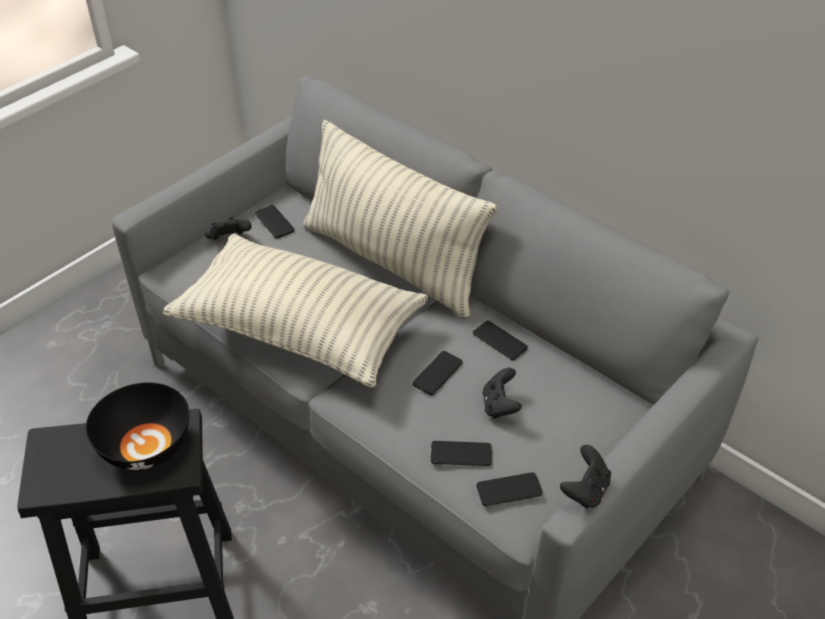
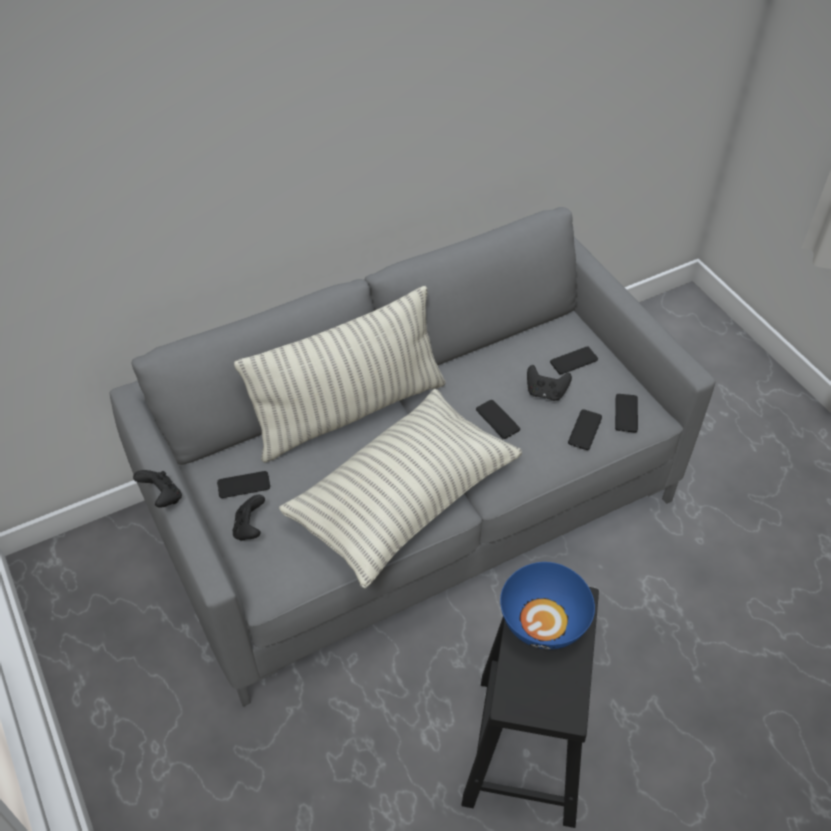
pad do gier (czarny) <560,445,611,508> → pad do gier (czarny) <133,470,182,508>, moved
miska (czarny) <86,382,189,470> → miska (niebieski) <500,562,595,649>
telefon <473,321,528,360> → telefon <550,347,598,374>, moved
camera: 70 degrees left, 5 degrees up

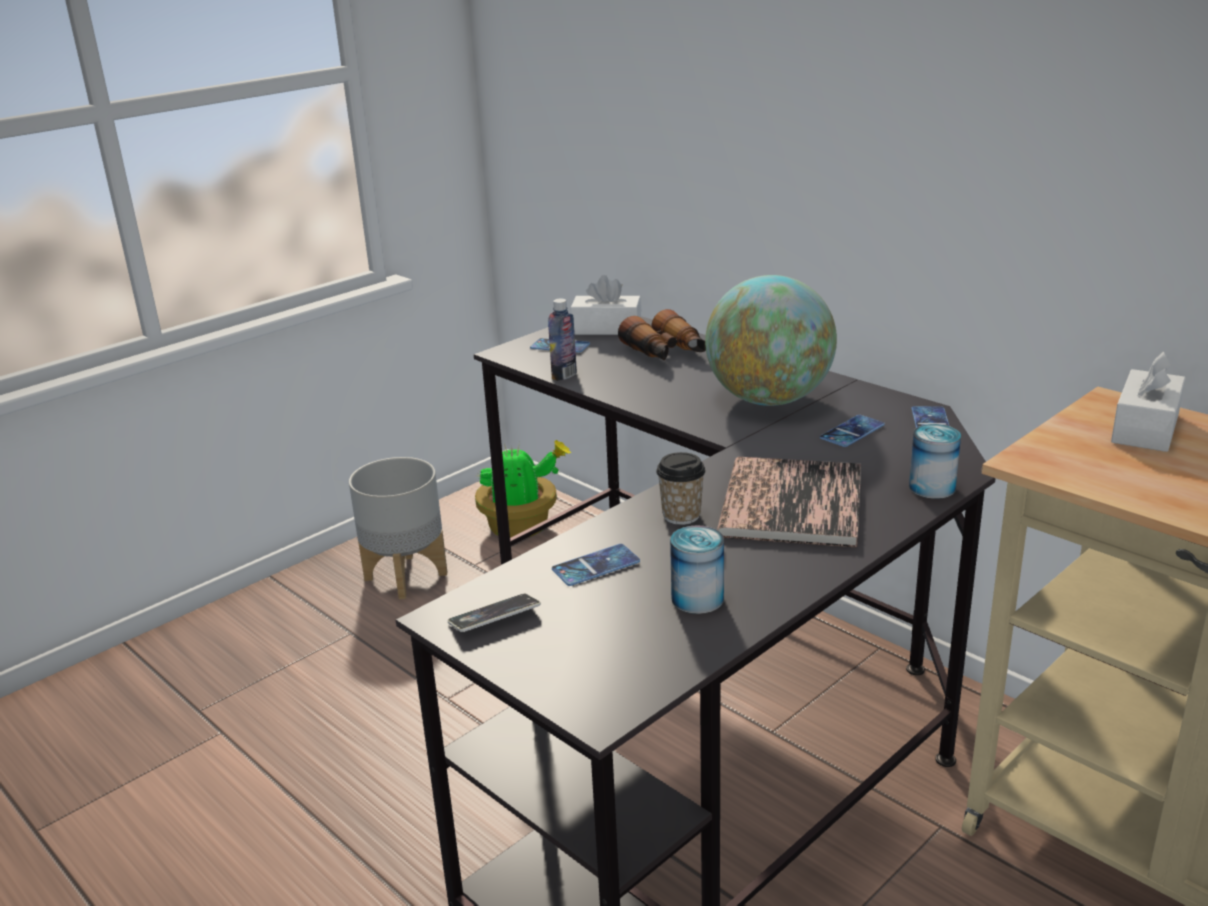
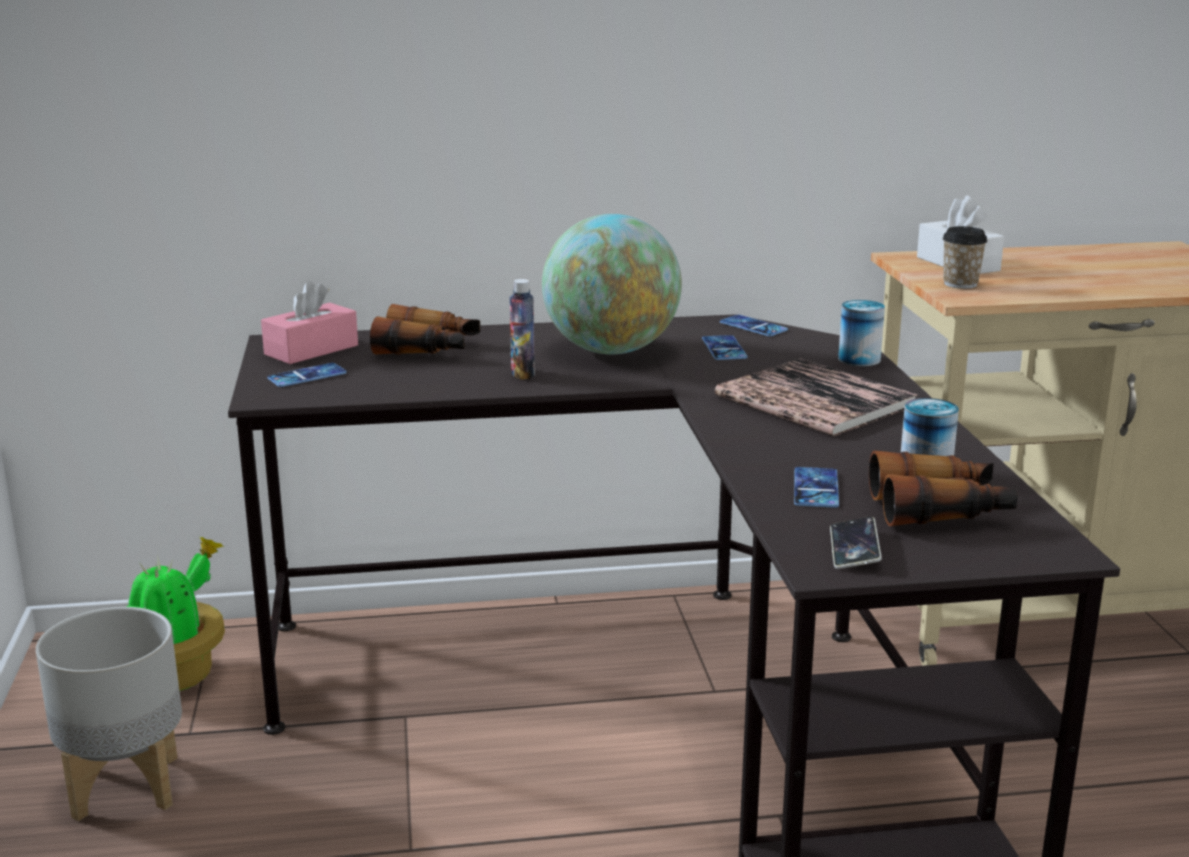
pudełko chusteczek (biały) <571,275,641,335> → pudełko chusteczek (różowy) <261,281,358,364>
butelka <548,298,577,381> → butelka <510,279,535,380>, moved
- → lornetka <869,451,1018,526>
filiżanka <656,452,706,525> → filiżanka <943,226,987,289>, moved
camera: 55 degrees left, 5 degrees down

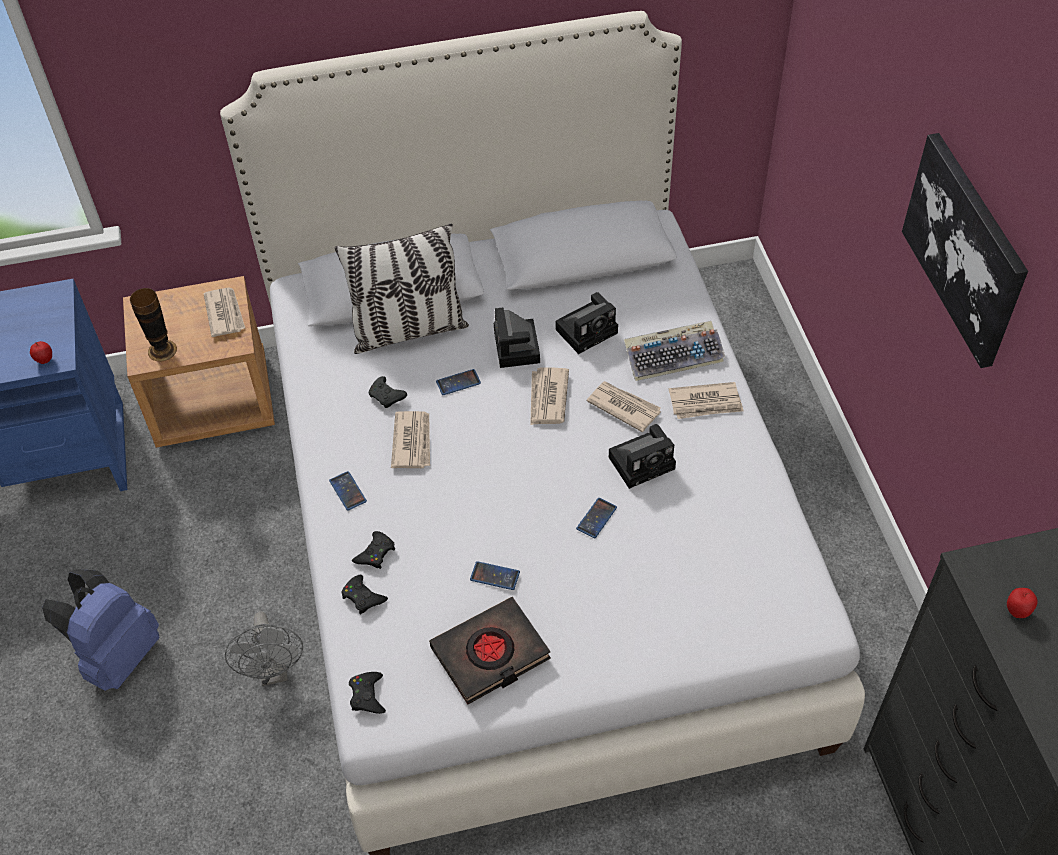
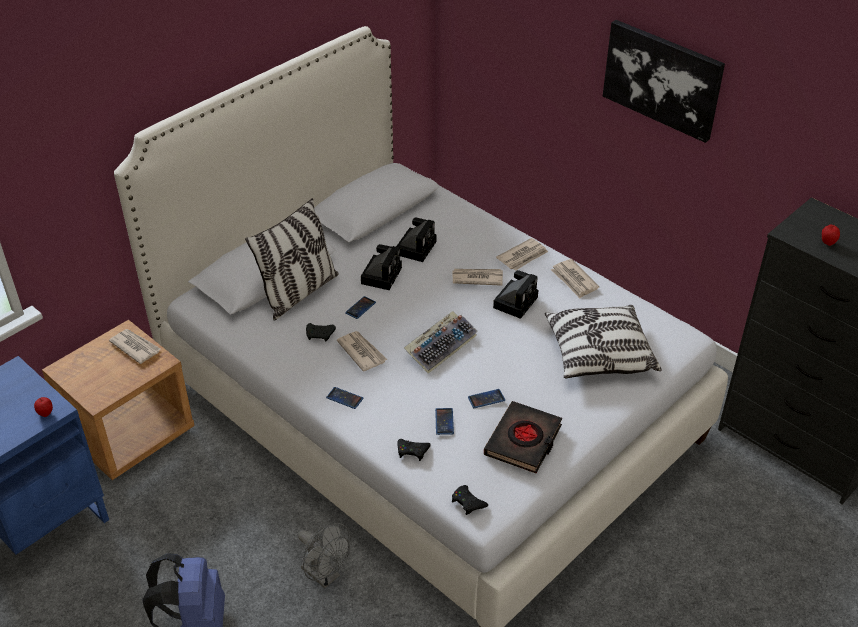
aparat fotograficzny <494,308,540,368> → aparat fotograficzny <361,244,402,290>, 120 degrees counterclockwise
klawiatura <624,321,725,381> → klawiatura <404,311,478,374>, moved
telefon <576,498,617,538> → telefon <435,408,454,435>, moved
- → poduszka <544,305,662,379>
gazeta <530,367,569,425> → gazeta <551,259,599,298>, moved
wazon <130,288,177,362> → -
pad do gier (czarny) <352,531,395,569> → -
camera: 35 degrees left, 10 degrees down

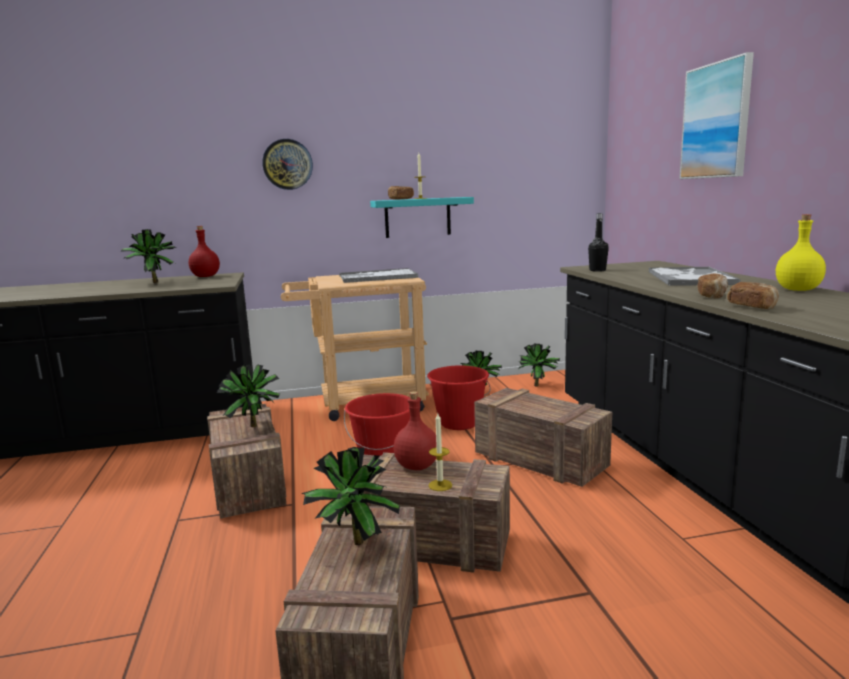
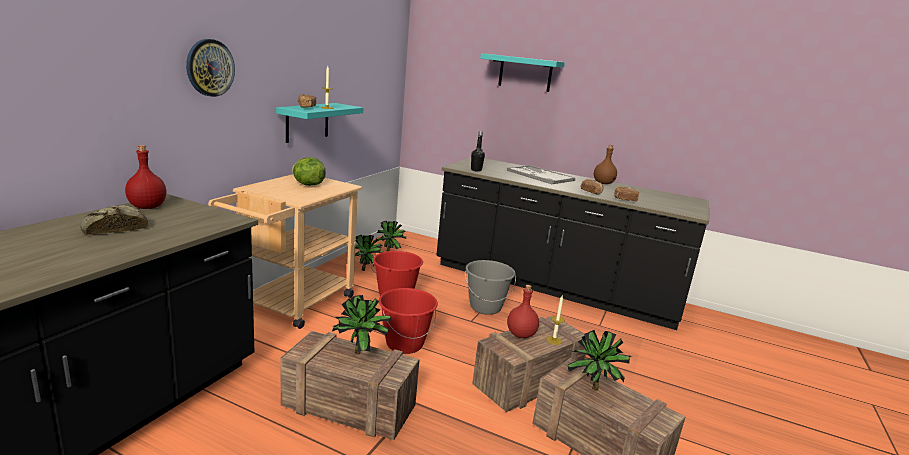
roślina doniczkowa <120,229,176,283> → chleb <81,205,148,235>
taca <339,268,419,283> → sałata <292,157,326,186>
skrzynka <474,388,612,487> → wiadro (szary) <465,260,516,315>
obraz <679,52,754,179> → półka (turkusowy) <480,53,565,92>
butelka (żółty) <776,214,826,291> → butelka (brązowy) <594,145,617,184>
camera: 55 degrees left, 5 degrees up

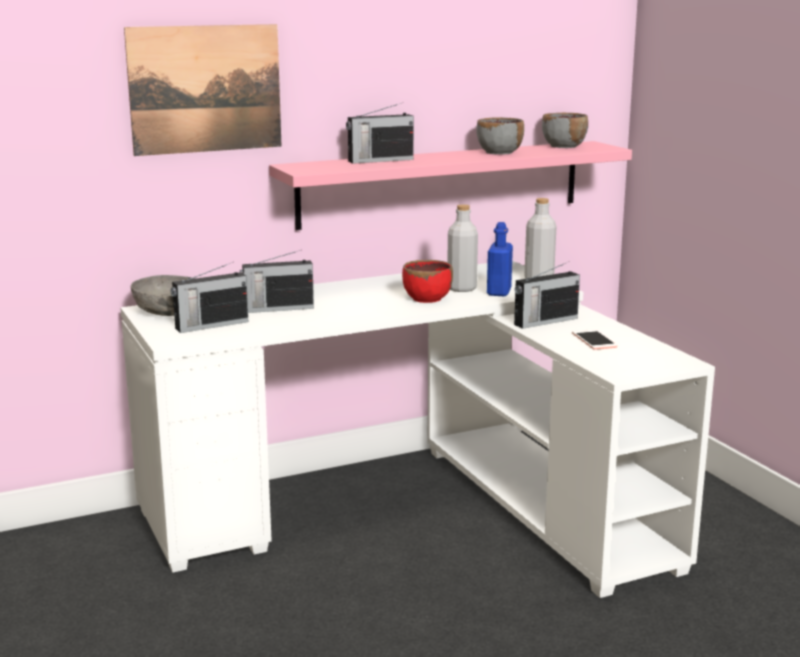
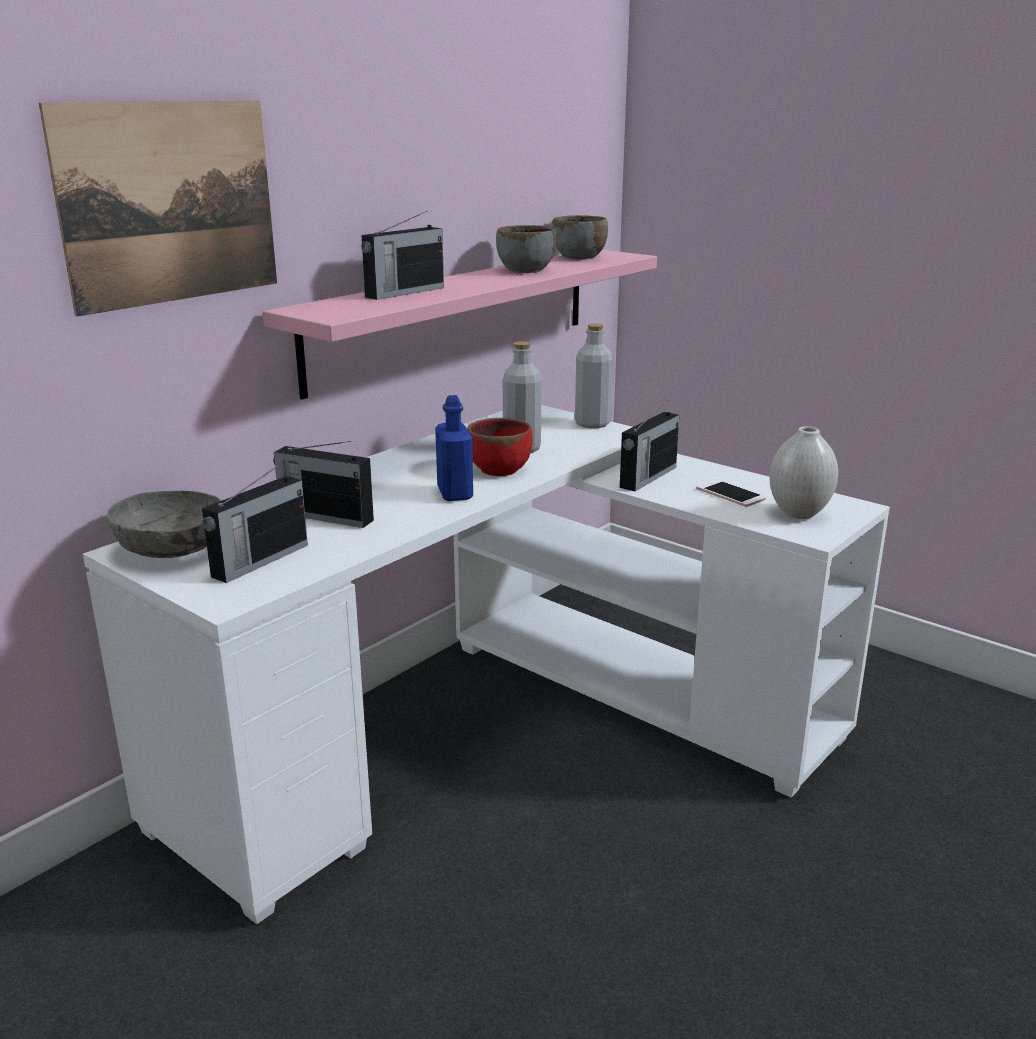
radio <240,250,314,313> → radio <273,441,374,528>, 60 degrees clockwise
butelka (niebieski) <487,222,513,296> → butelka (niebieski) <435,395,473,501>, moved
- → wazon (biały) <769,426,838,519>
camera: 25 degrees left, 5 degrees up

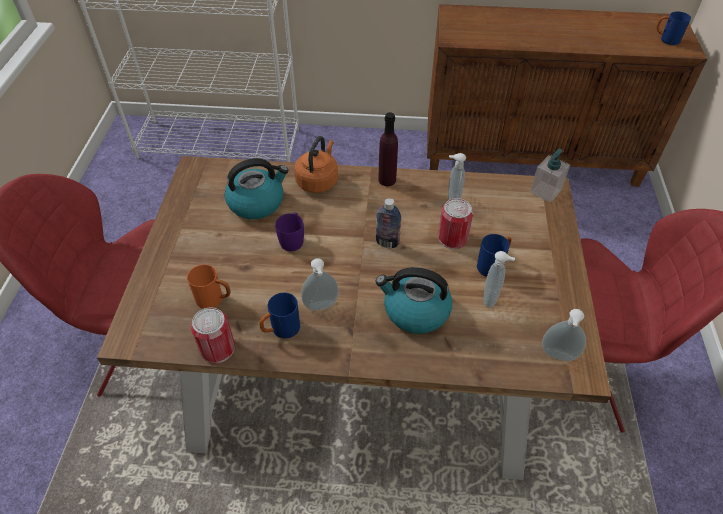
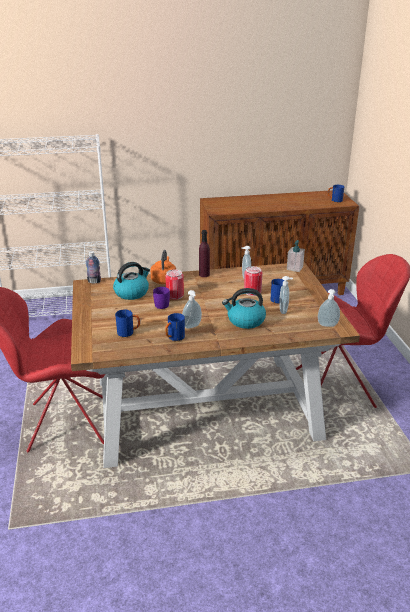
butelka <376,198,402,248> → butelka <85,251,101,283>, moved
kubek (pomarańczowy) <187,264,231,309> → kubek (niebieski) <115,309,140,337>
puszka <191,307,235,363> → puszka <165,270,184,300>, moved
camera: 15 degrees left, 20 degrees down

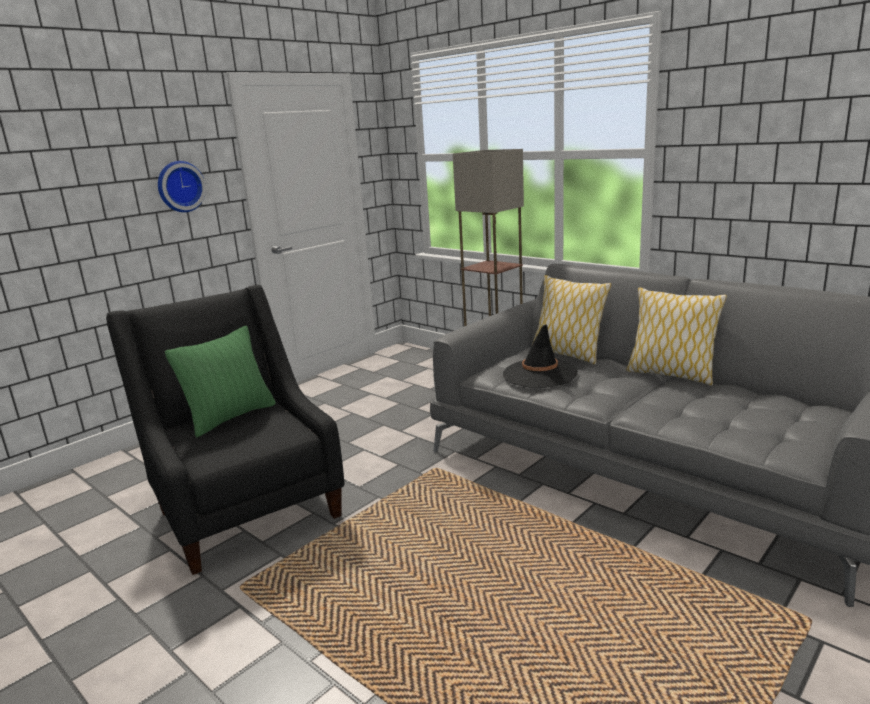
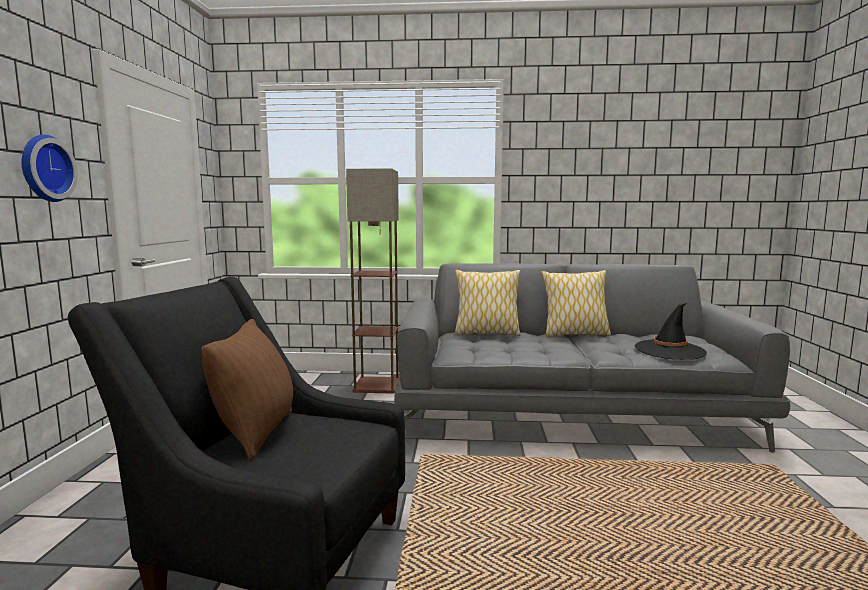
poduszka (zielony) <165,326,276,437> → poduszka (brązowy) <201,319,293,460>
kapelusz (czarny) <503,324,578,388> → kapelusz (czarny) <635,303,707,360>, moved
camera: 40 degrees left, 10 degrees down

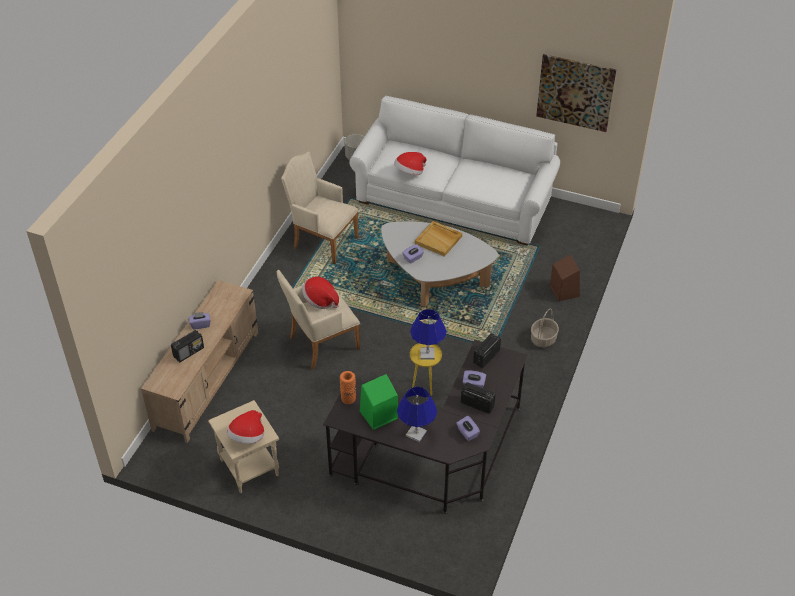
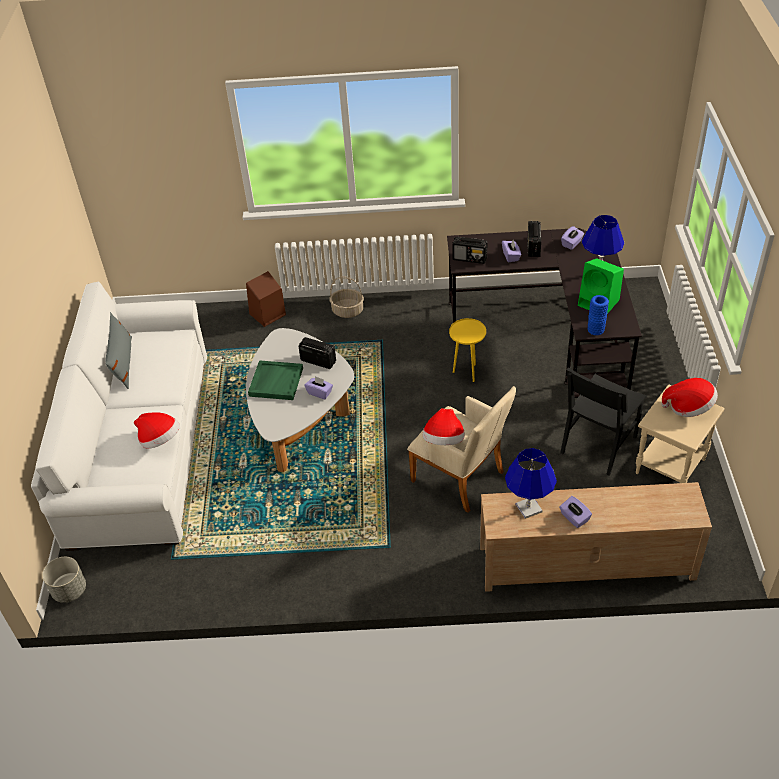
- → poduszka (szary) <105,312,132,389>
taca (beżowy) <415,221,462,257> → taca (zielony) <248,360,303,400>
radio <171,330,204,362> → radio <298,337,336,369>, moved
lampa stołowa (niebieski) <410,309,447,359> → lampa stołowa (niebieski) <505,448,557,519>, moved
- → krzesło (czarny) <560,367,647,476>
wazon (pomarańczowy) <340,371,356,404> → wazon (niebieski) <588,295,609,335>
fotel (beżowy) <281,152,359,264> → -
obraz <536,54,616,132> → -
camera: 110 degrees left, 0 degrees up

